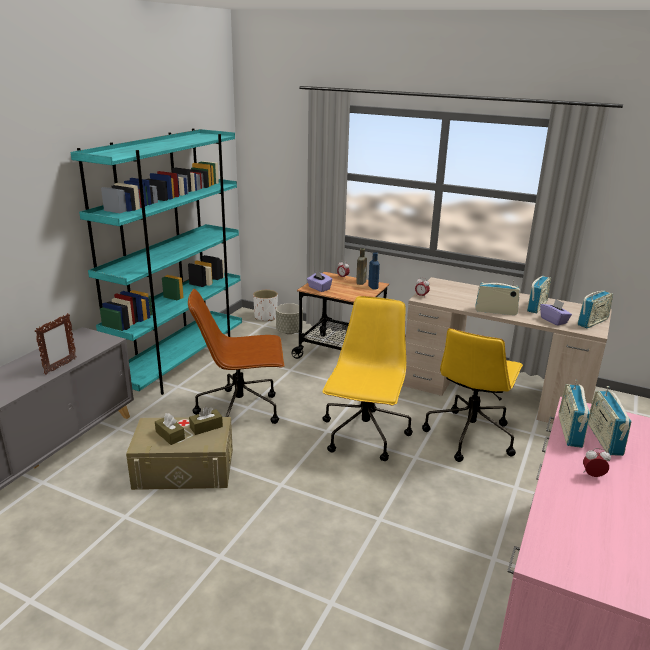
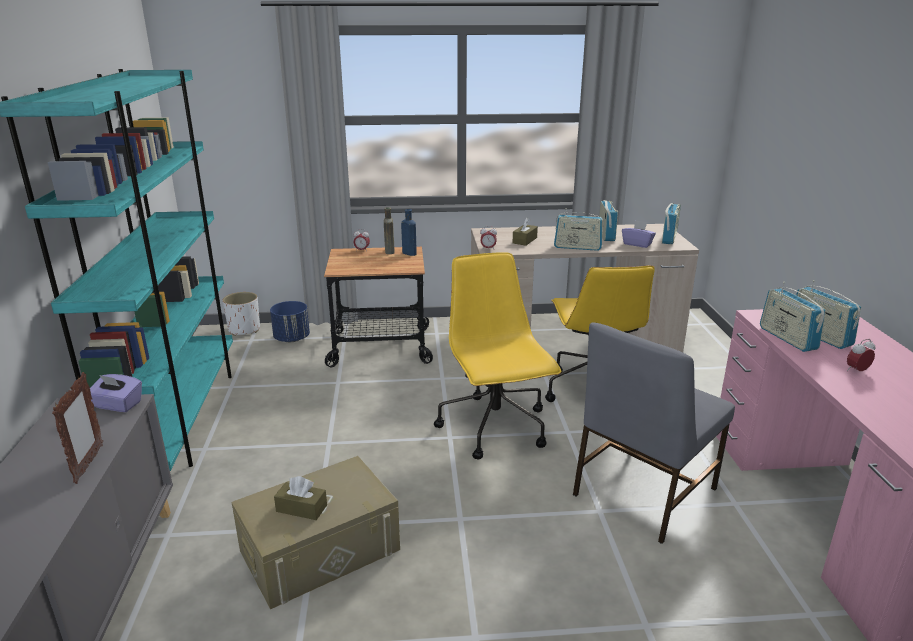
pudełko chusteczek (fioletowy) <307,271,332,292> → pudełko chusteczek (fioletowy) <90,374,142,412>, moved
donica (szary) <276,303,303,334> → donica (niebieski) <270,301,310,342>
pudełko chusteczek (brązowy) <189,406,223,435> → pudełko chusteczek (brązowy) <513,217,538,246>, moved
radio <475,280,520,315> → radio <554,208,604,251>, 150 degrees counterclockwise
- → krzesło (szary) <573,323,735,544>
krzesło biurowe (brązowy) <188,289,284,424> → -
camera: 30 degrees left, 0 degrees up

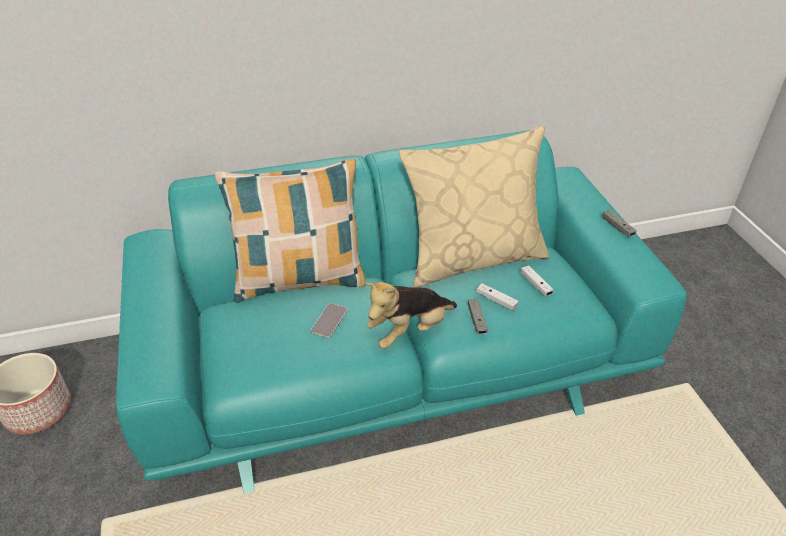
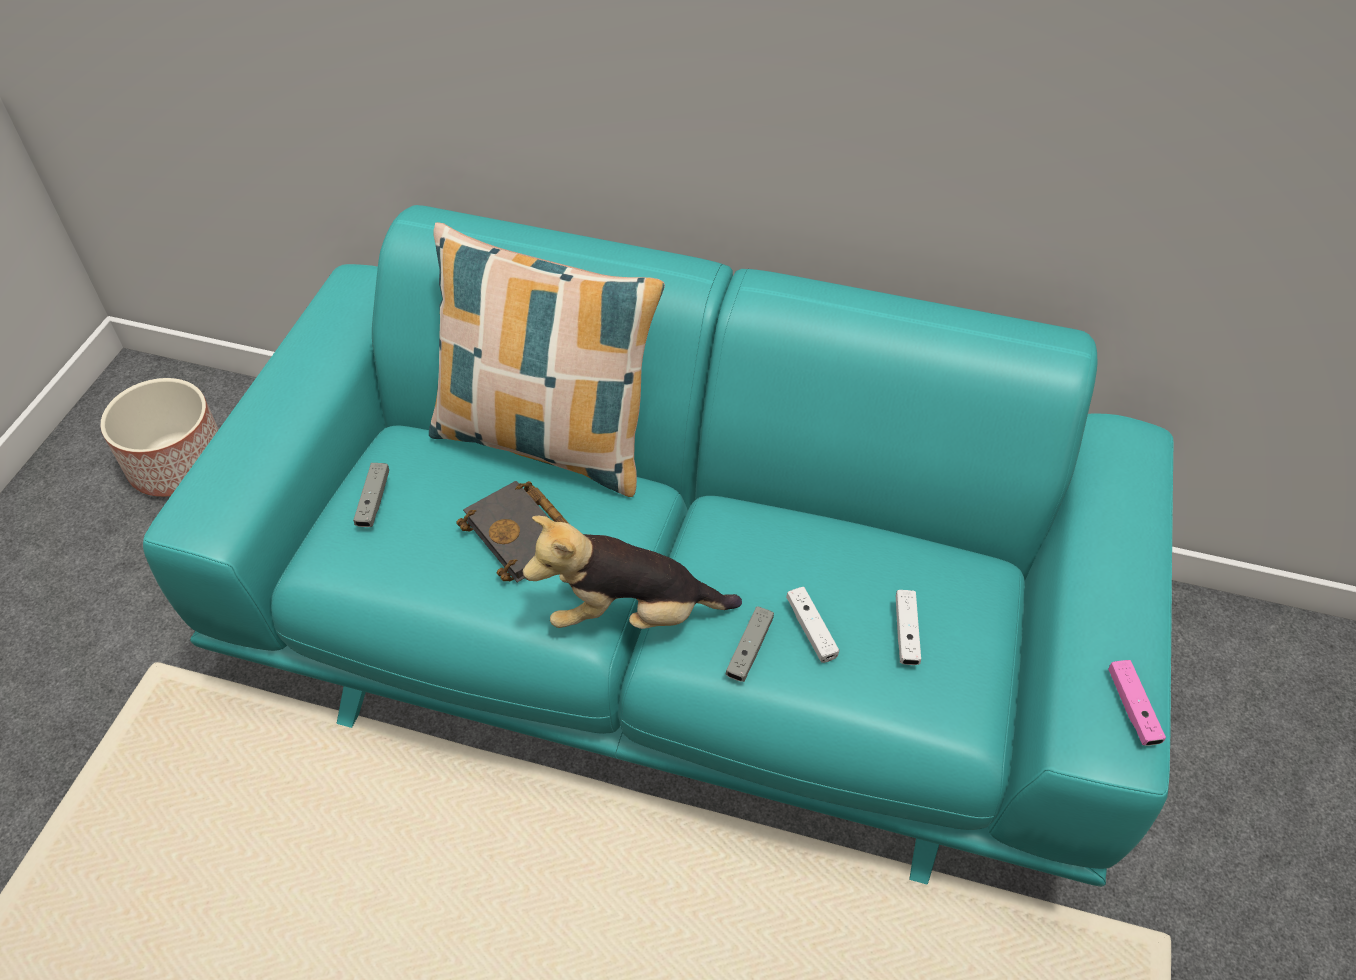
pad do gier (szary) <602,210,637,237> → pad do gier (szary) <353,463,389,527>, moved
telefon <311,303,348,338> → książka (czarny) <456,481,569,582>
- → pad do gier (różowy) <1108,660,1166,746>
poduszka (beżowy) <399,125,549,287> → -
camera: 30 degrees right, 10 degrees up

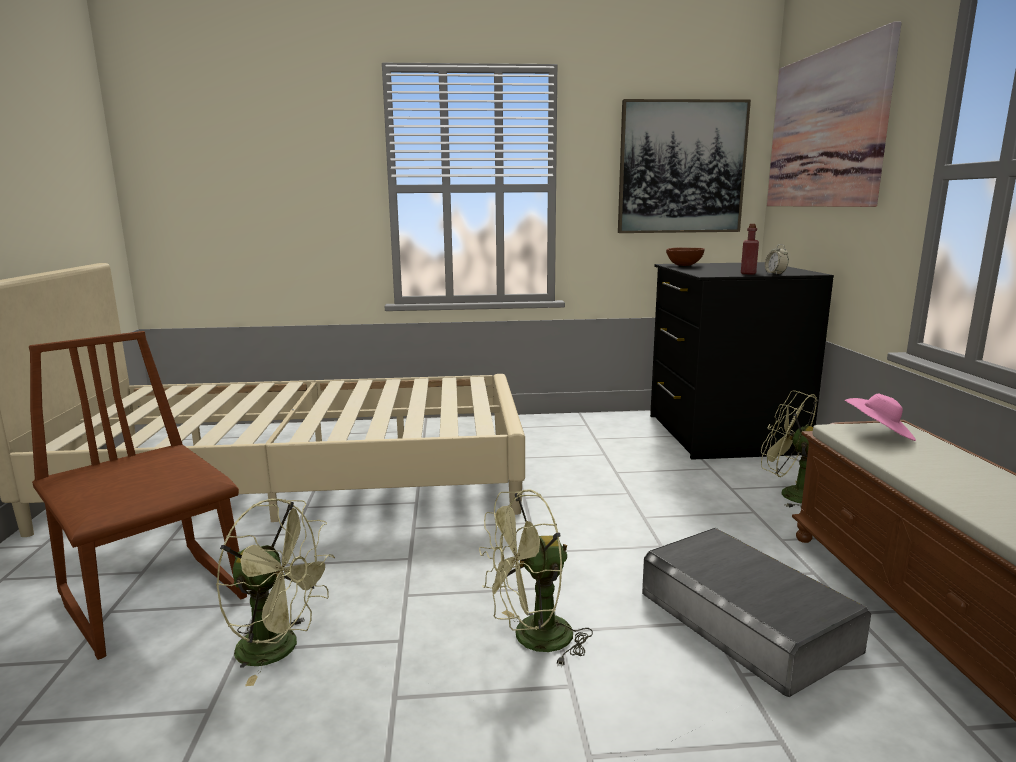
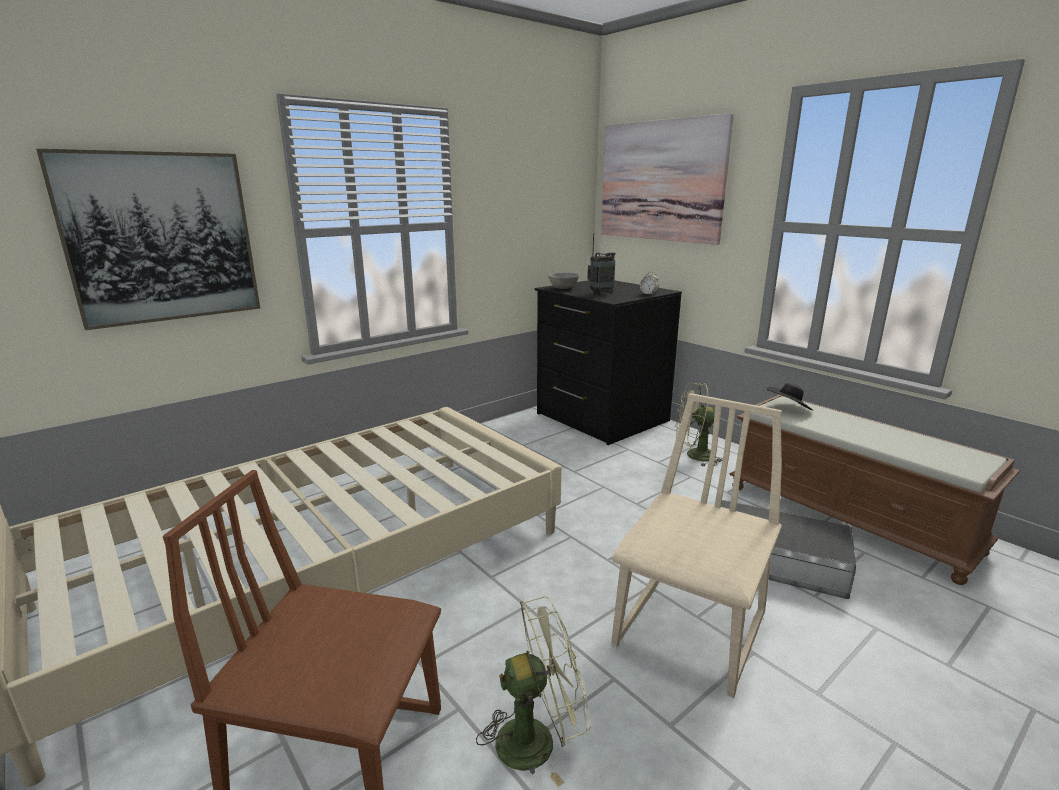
obraz <618,99,751,233> → obraz <36,149,260,330>, moved
miska (brązowy) <666,248,705,266> → miska (szary) <549,273,579,289>
- → radio <588,233,616,295>
wentylator (zielony) <479,489,593,667> → krzesło (beżowy) <611,393,782,698>
kapelusz (różowy) <845,394,916,441> → kapelusz (czarny) <767,383,813,410>
butelka (czerwony) <741,224,759,275> → -
camera: 35 degrees left, 5 degrees up

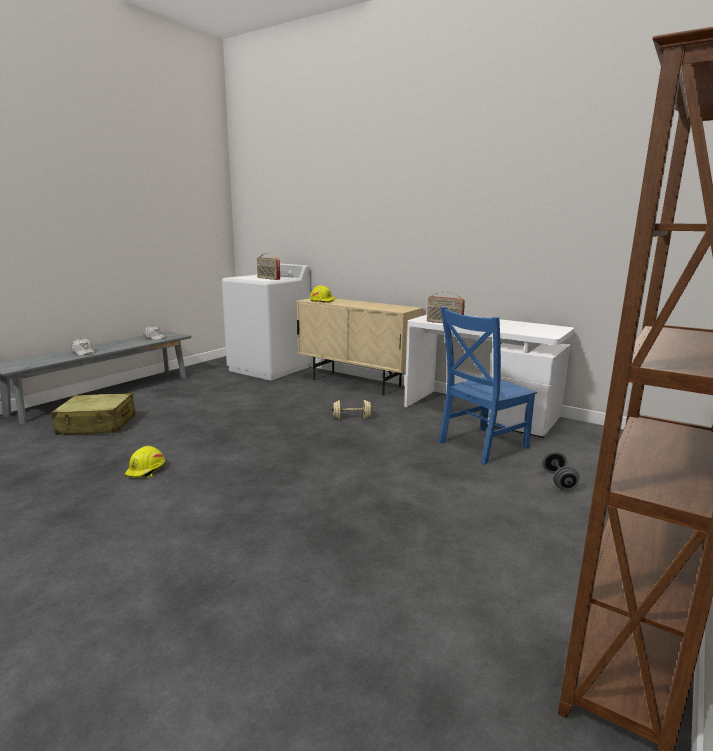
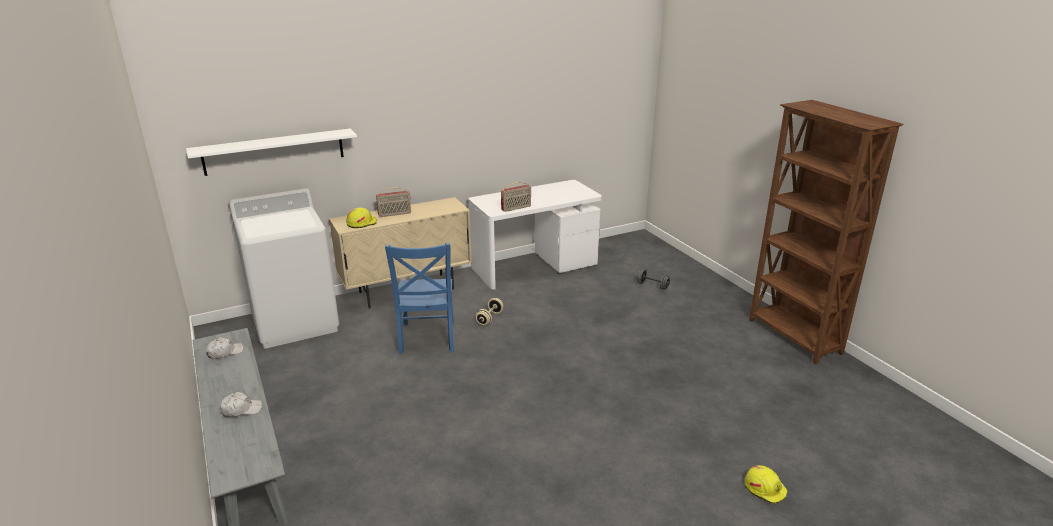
- → półka (biały) <186,128,357,176>
radio <257,253,280,280> → radio <376,188,411,217>, moved
krzesło (niebieski) <438,307,537,464> → krzesło (niebieski) <385,242,454,354>, moved
kask (żółty) <125,446,165,478> → kask (żółty) <745,465,788,504>, moved
walizka (beżowy) <51,393,136,435> → -
camera: 60 degrees left, 10 degrees up

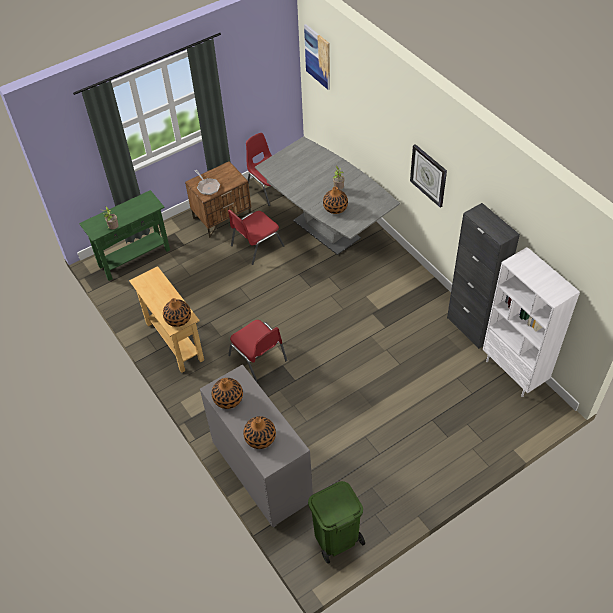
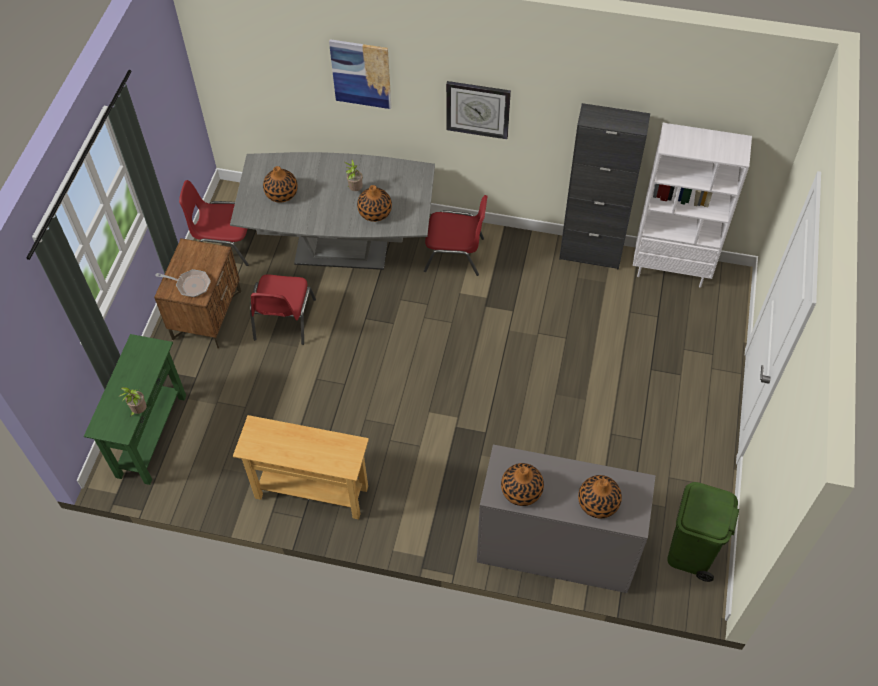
wazon <163,298,191,327> → wazon <263,166,298,203>, moved
obraz <304,24,330,90> → obraz <329,39,391,109>, moved
krzesło (czerwony) <228,320,287,382> → krzesło (czerwony) <424,195,488,276>, moved
camera: 45 degrees left, 5 degrees up

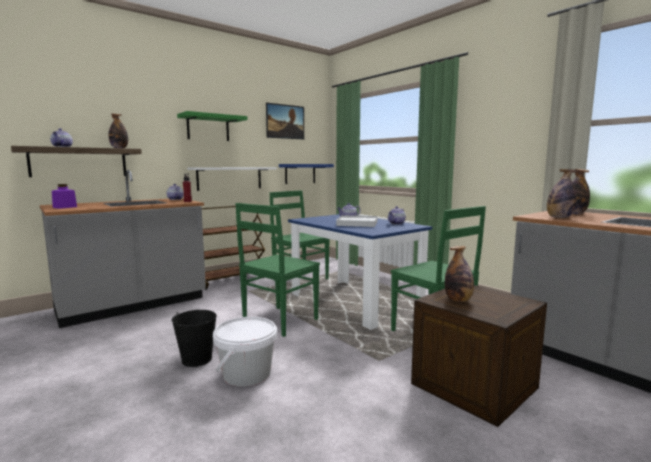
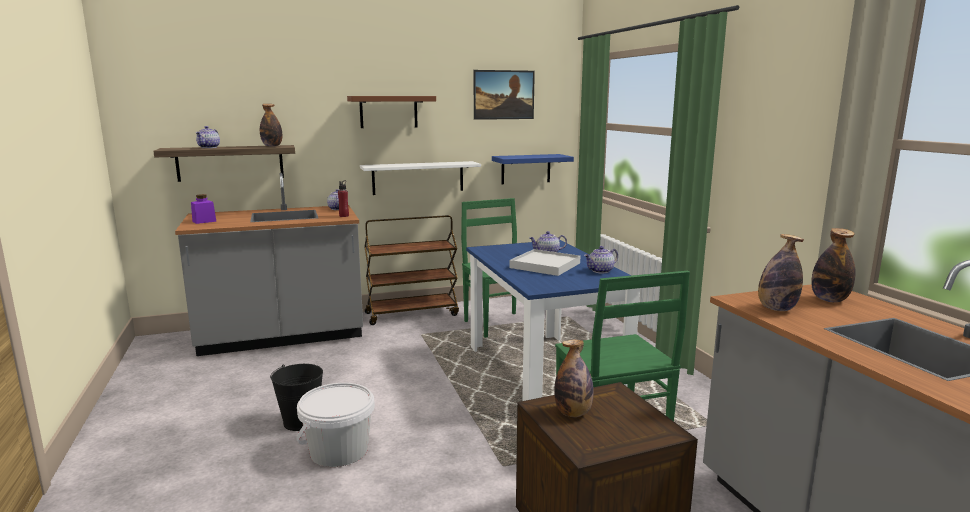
półka (zielony) <177,111,248,141> → półka (brązowy) <347,96,436,128>
krzesło (zielony) <235,203,320,337> → -
camera: 20 degrees right, 5 degrees up

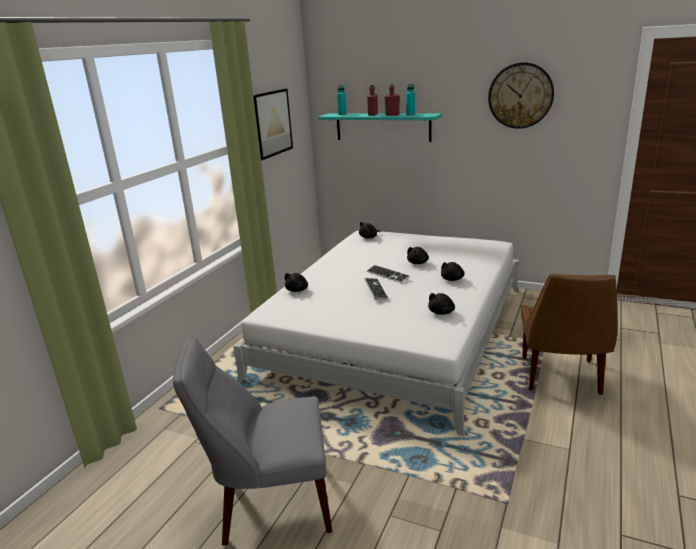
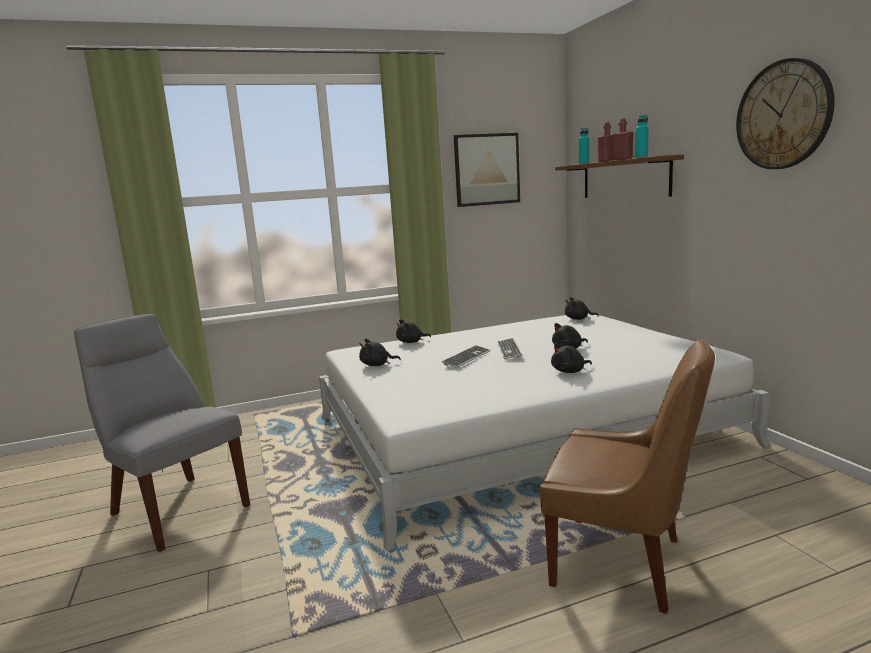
pluszak (czarny) <428,293,455,315> → pluszak (czarny) <359,339,401,366>, moved
krzesło (brązowy) <521,274,618,395> → krzesło (brązowy) <540,339,715,614>, 120 degrees counterclockwise
półka (turkusowy) <318,113,442,142> → półka (brązowy) <555,155,684,198>
camera: 45 degrees right, 10 degrees down

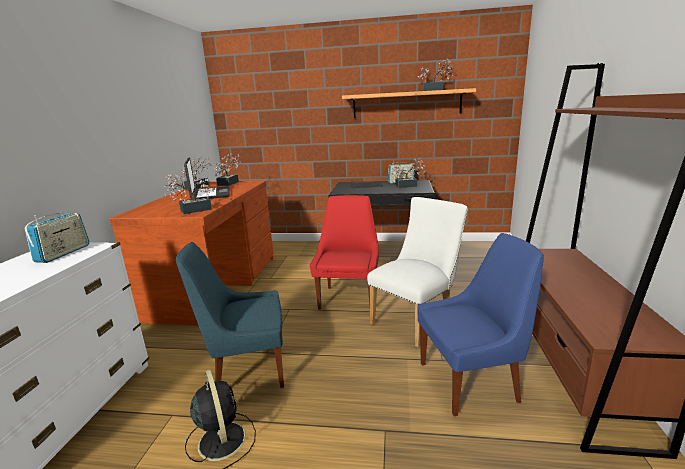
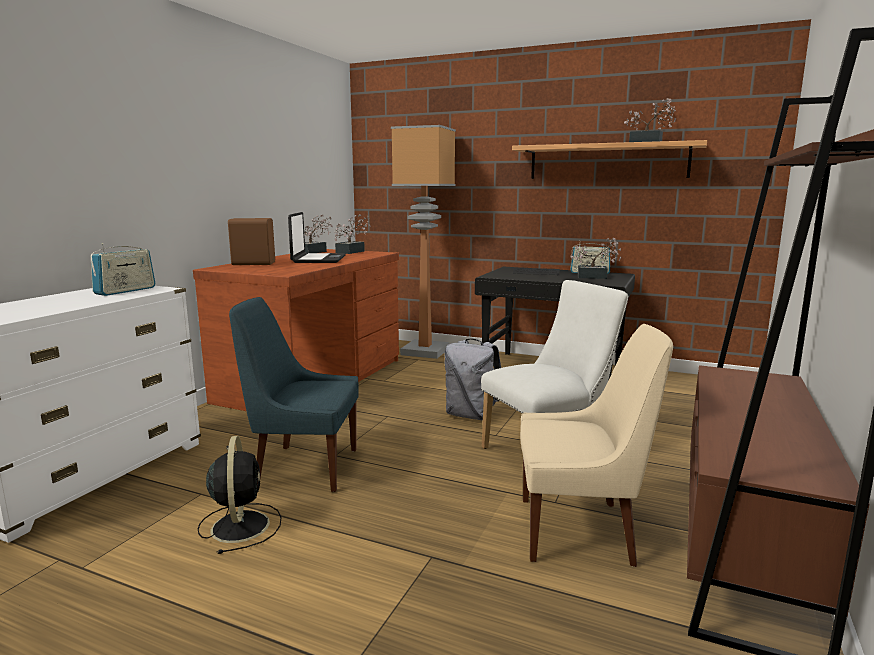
- → głośnik (brązowy) <228,218,275,265>
- → lampa stojąca <391,125,456,359>
krzesło (czerwony) <310,195,379,310> → plecak (szary) <444,339,501,420>
krzesło (niebieski) <418,233,544,416> → krzesło (beżowy) <520,324,673,567>
roślina doniczkowa <164,174,215,214> → -
camera: 15 degrees right, 5 degrees down

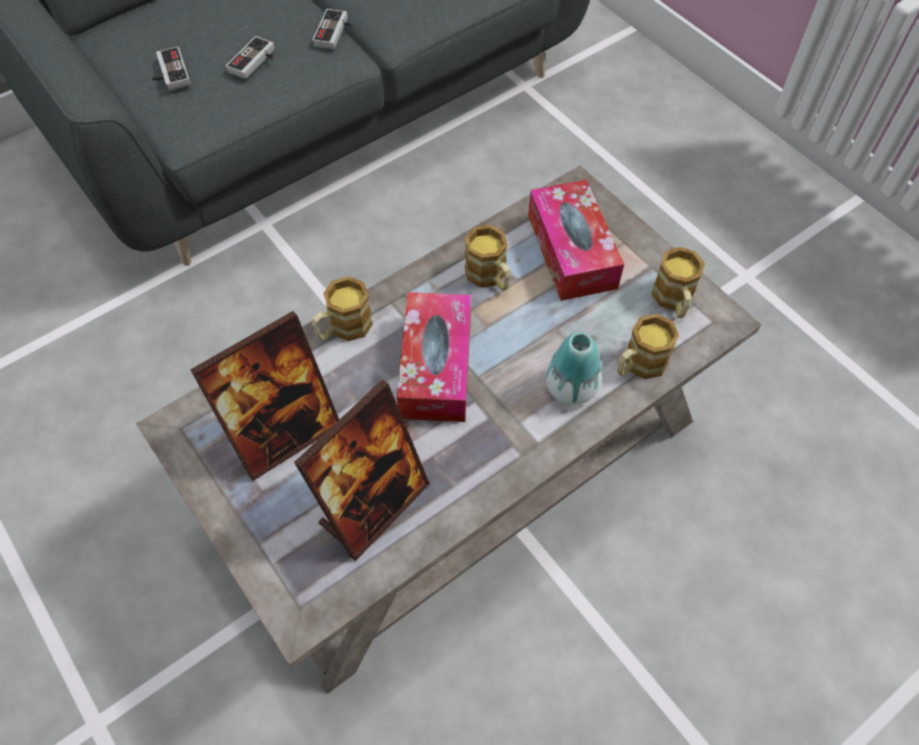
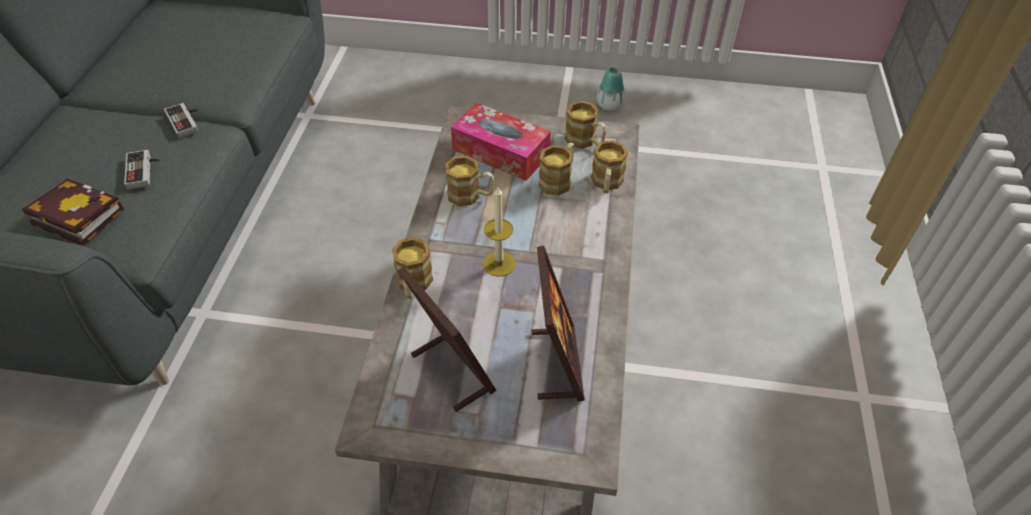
pad do gier <152,46,191,90> → książka <22,178,124,246>
ramka na zdjęcie <190,311,339,481> → ramka na zdjęcie <398,266,496,412>, 45 degrees counterclockwise
pudełko chusteczek <397,292,471,422> → świeca <483,187,516,277>
- → kubek <538,143,574,196>
wazon <546,332,602,405> → wazon <597,67,625,111>, moved
camera: 45 degrees left, 10 degrees down

